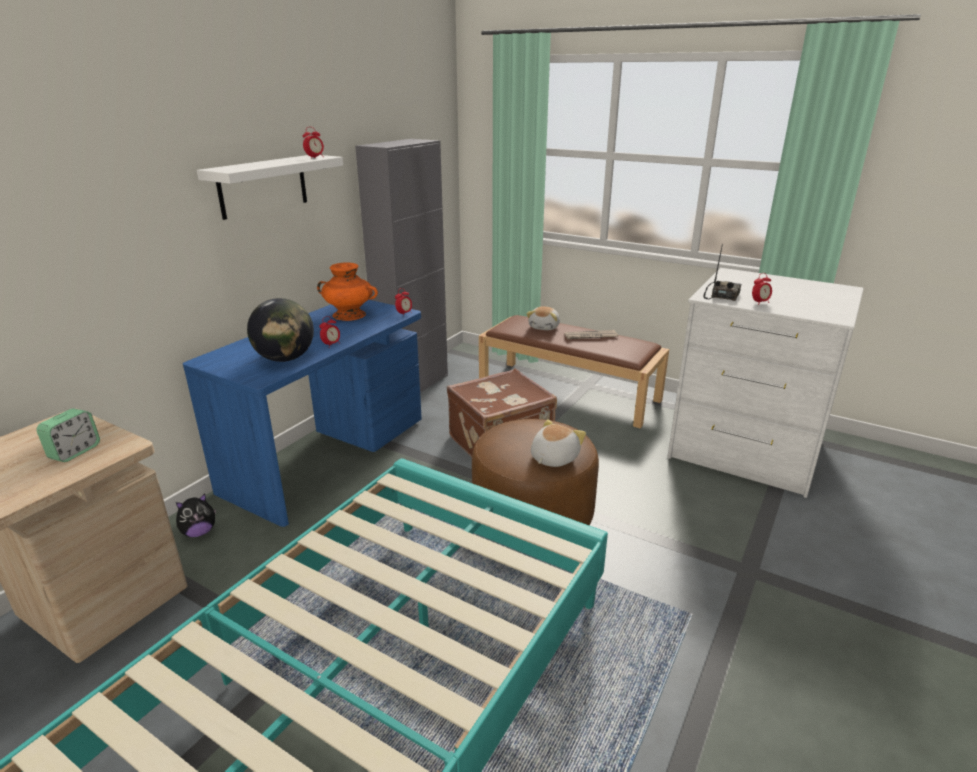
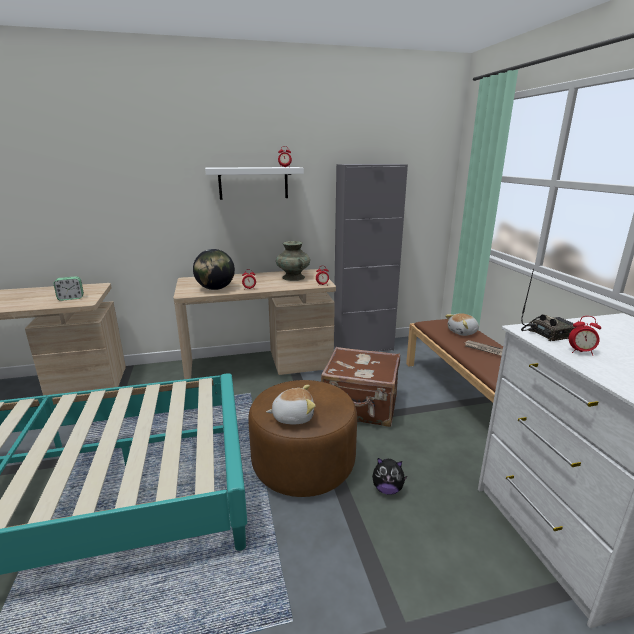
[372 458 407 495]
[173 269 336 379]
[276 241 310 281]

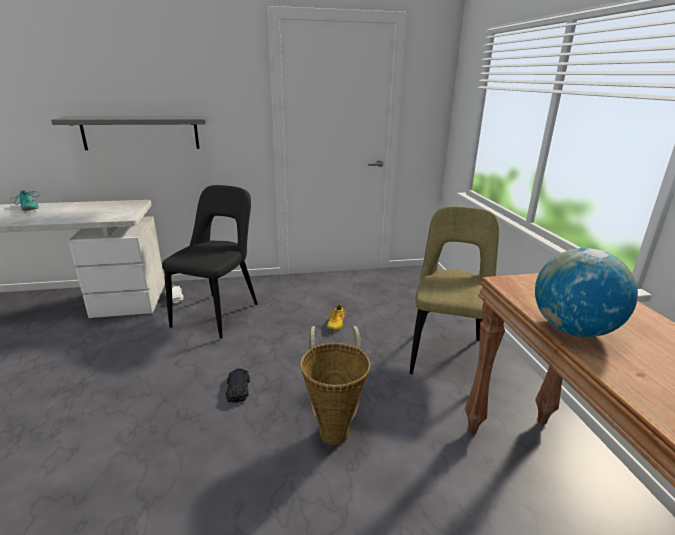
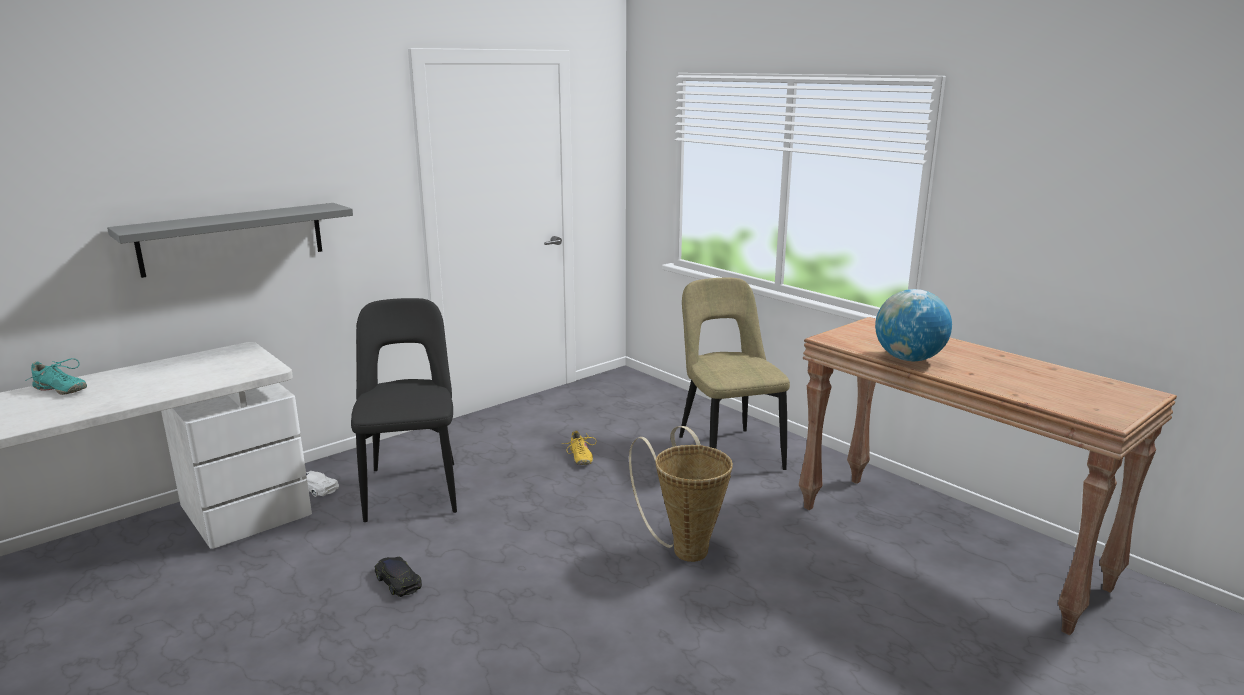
[375 557 422 597]

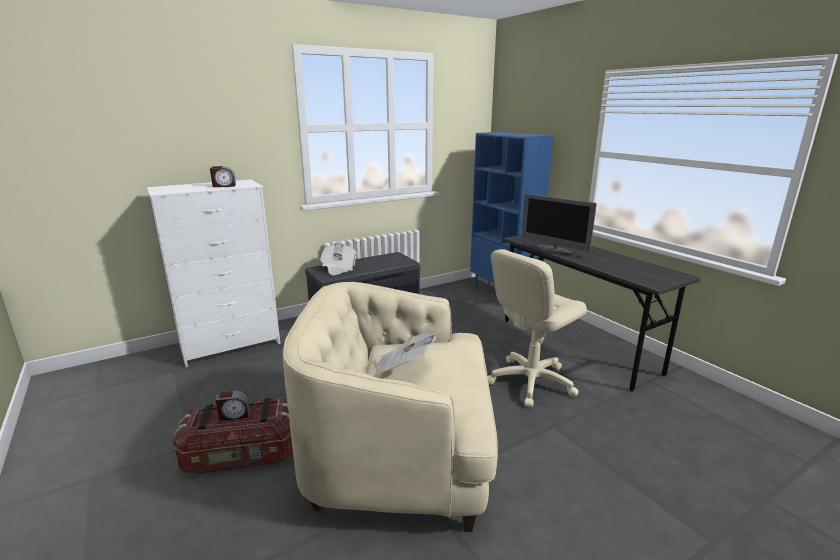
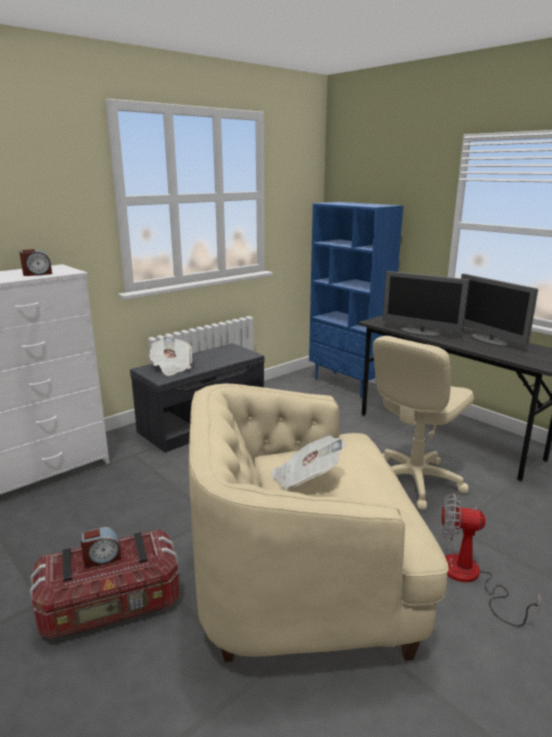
[442 493 541 627]
[461 274 538 347]

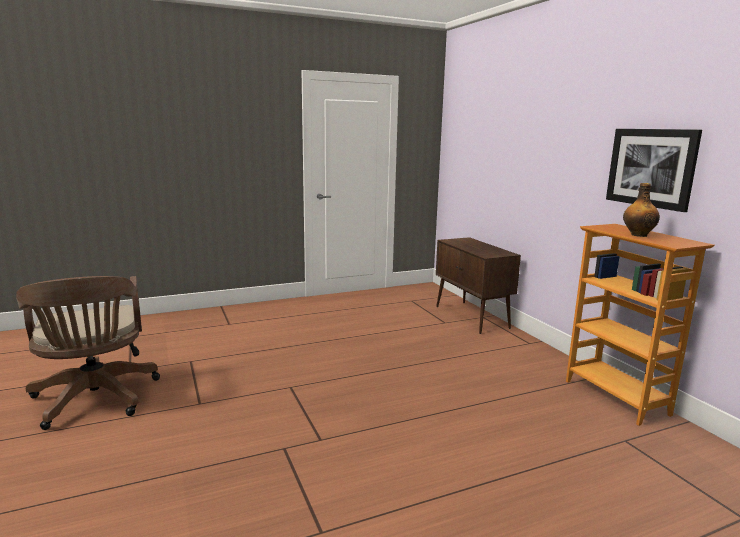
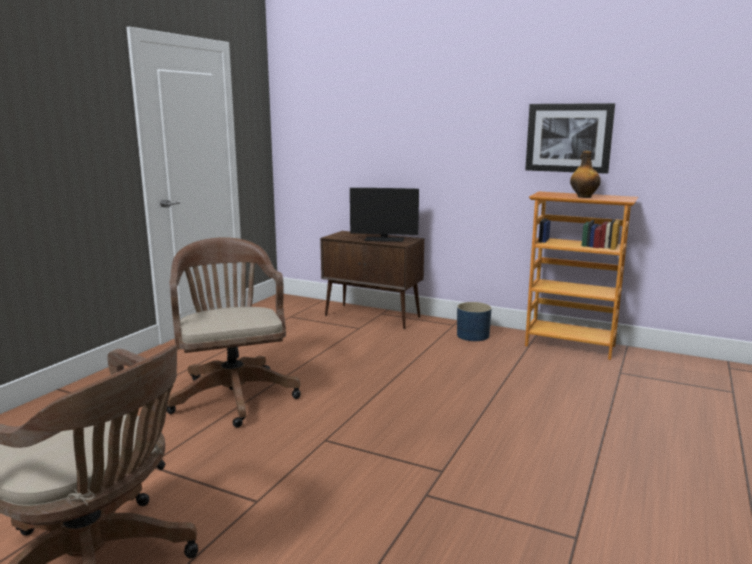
[167 237 301 428]
[350 188 419 242]
[457 302 492 341]

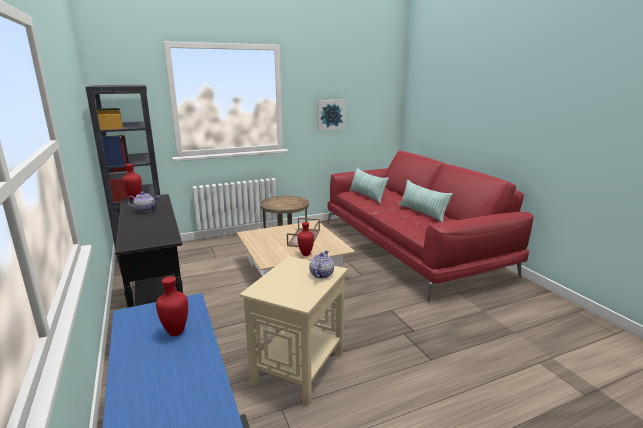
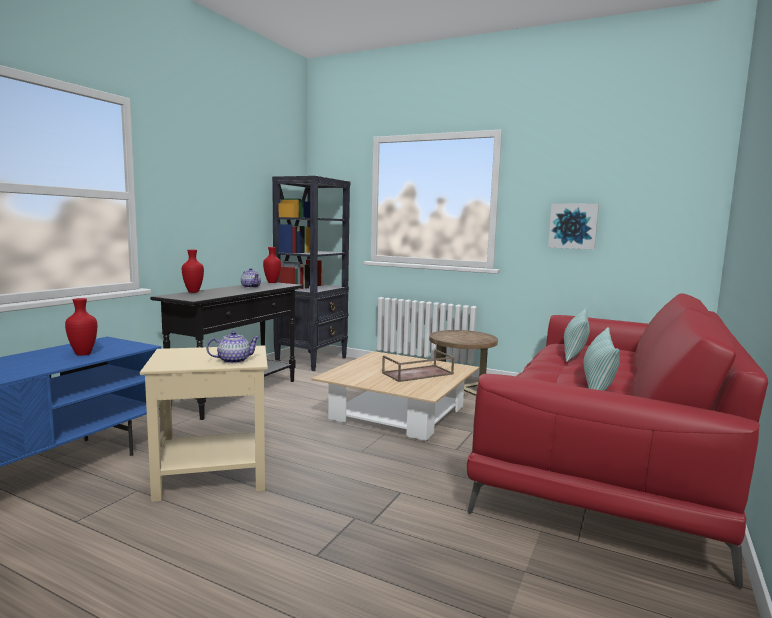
[182 250 204 293]

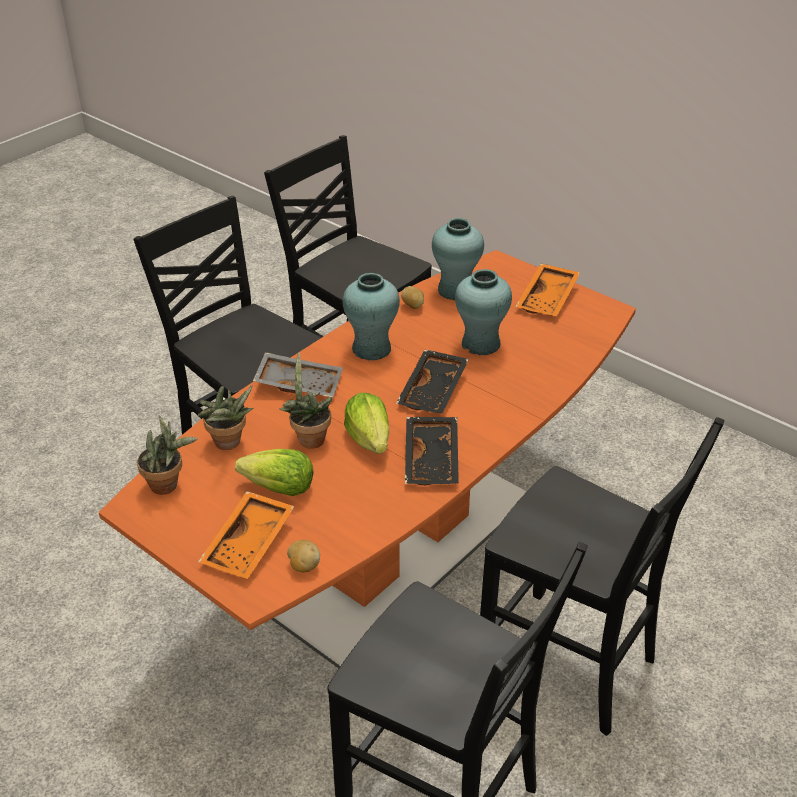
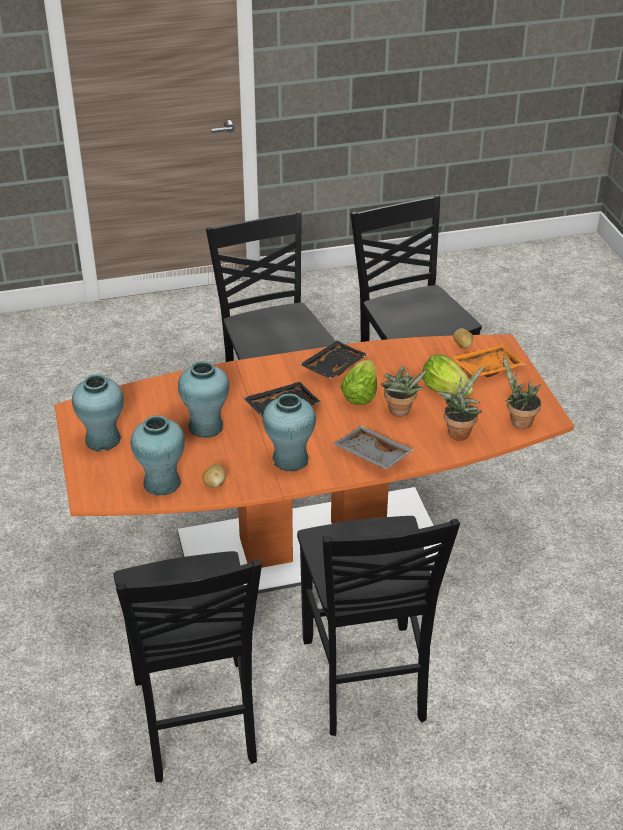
[72 374 124 452]

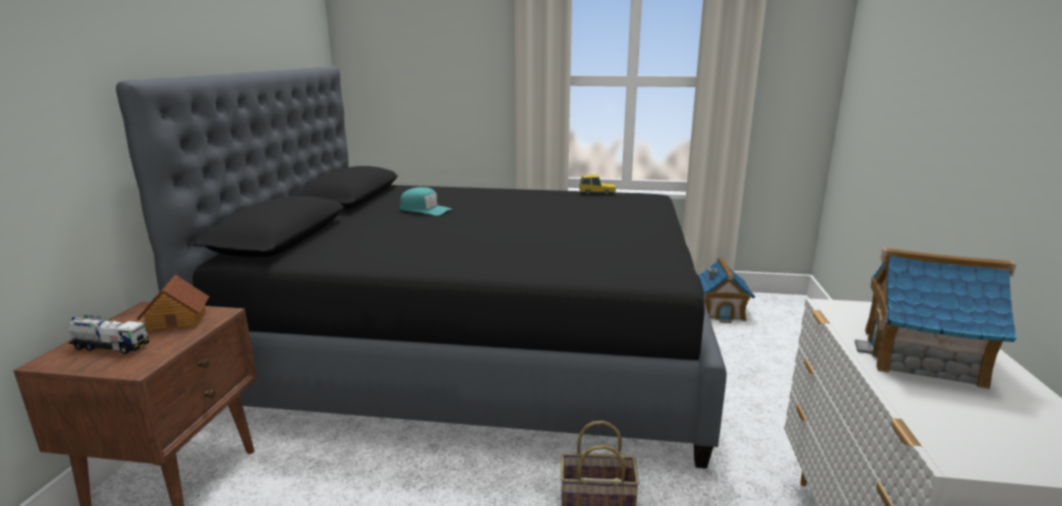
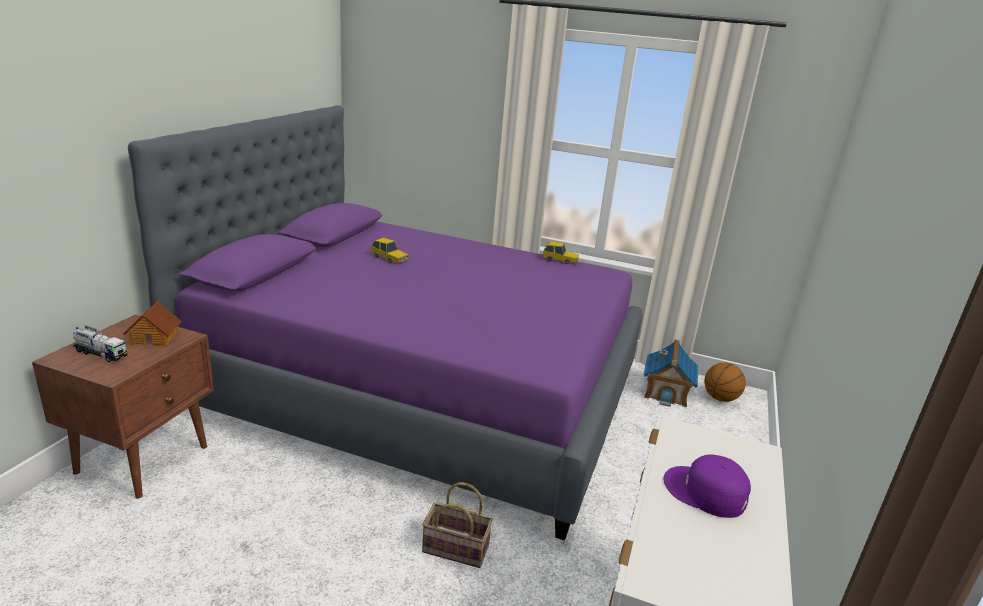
[704 363 746 402]
[371 238 409 263]
[664 455 751 518]
[128 105 642 541]

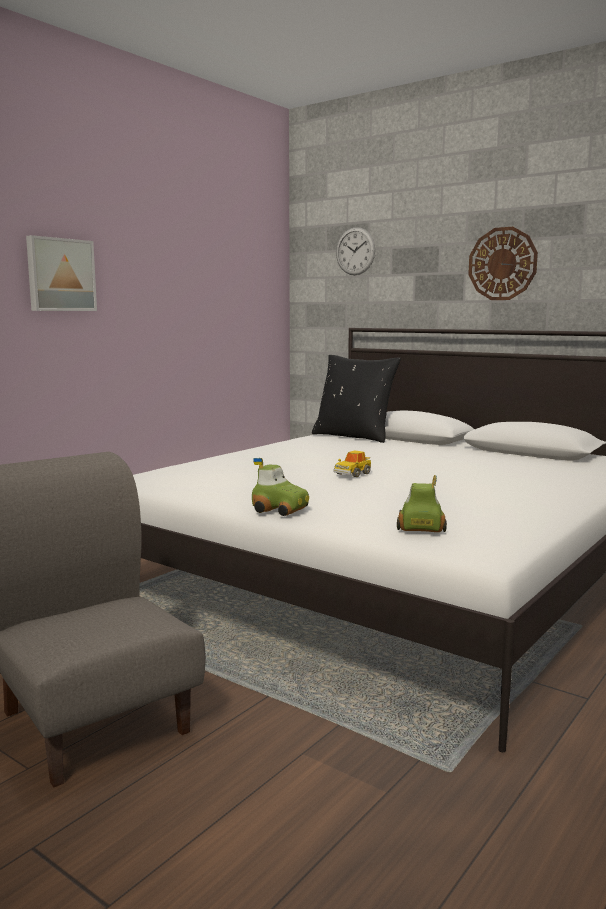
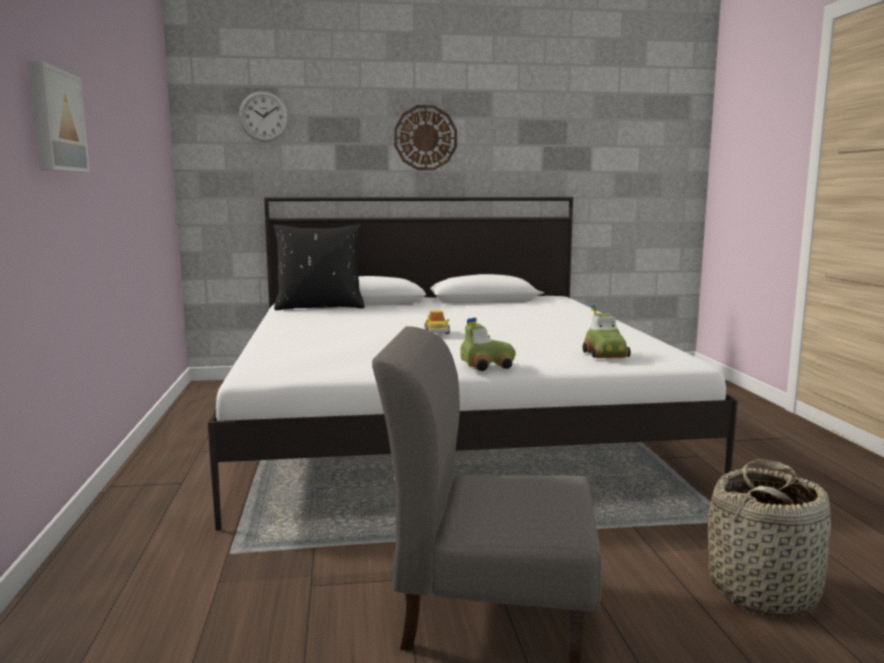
[708 459 831 617]
[583 305 631 358]

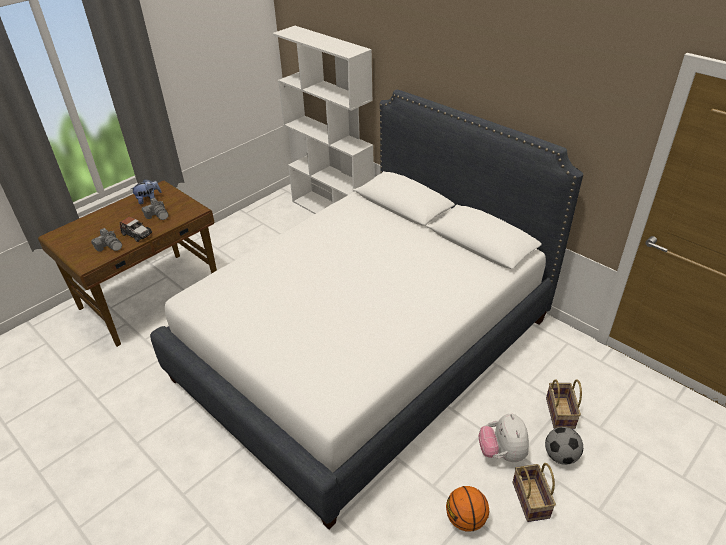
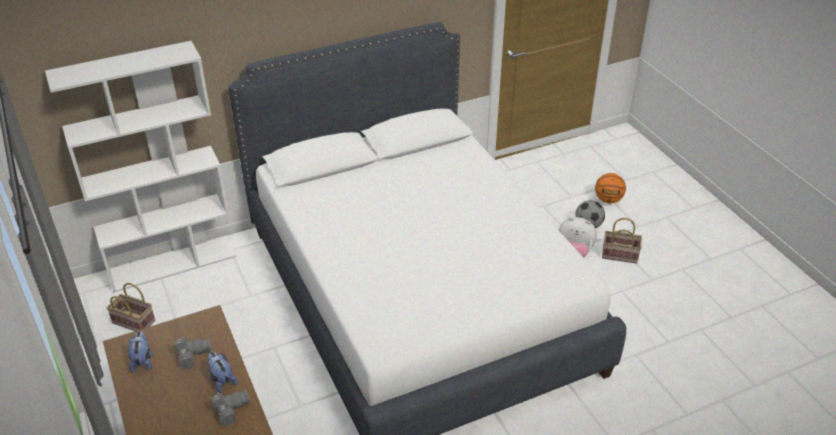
[595 173 626 203]
[107 283 155 331]
[207 352 238 393]

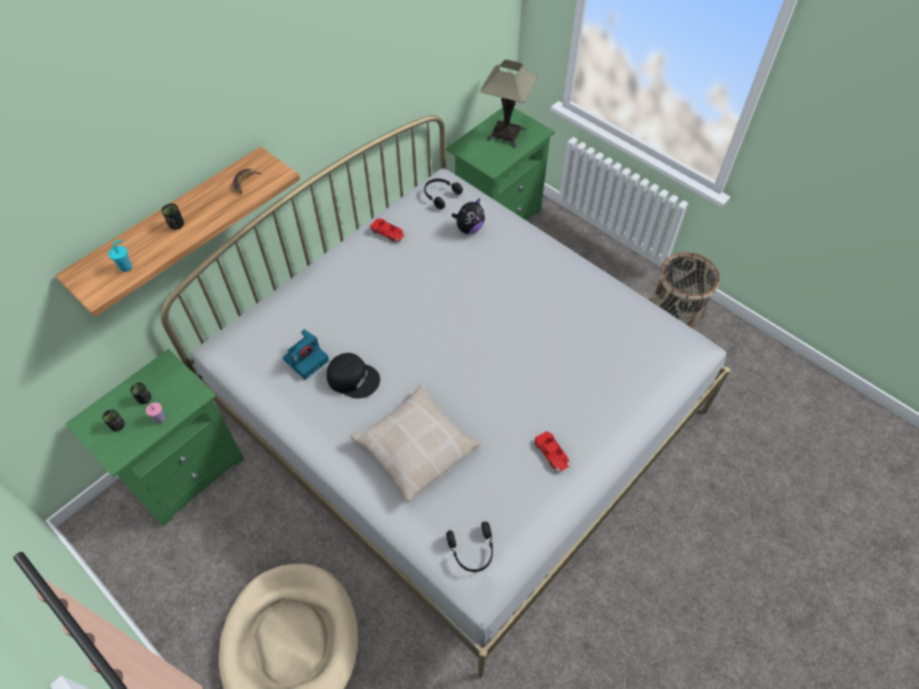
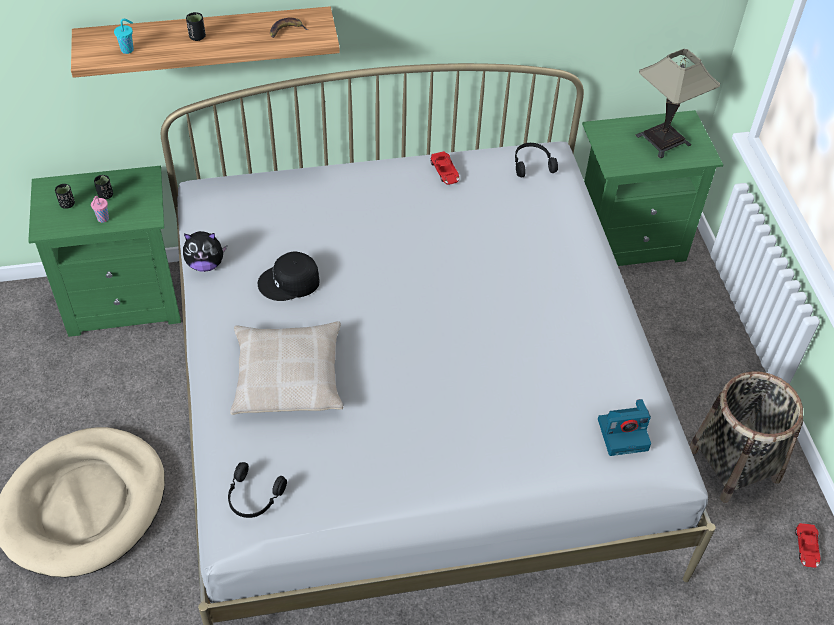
[598 399 651 456]
[183 231 227 272]
[795 523 820 568]
[258 251 320 301]

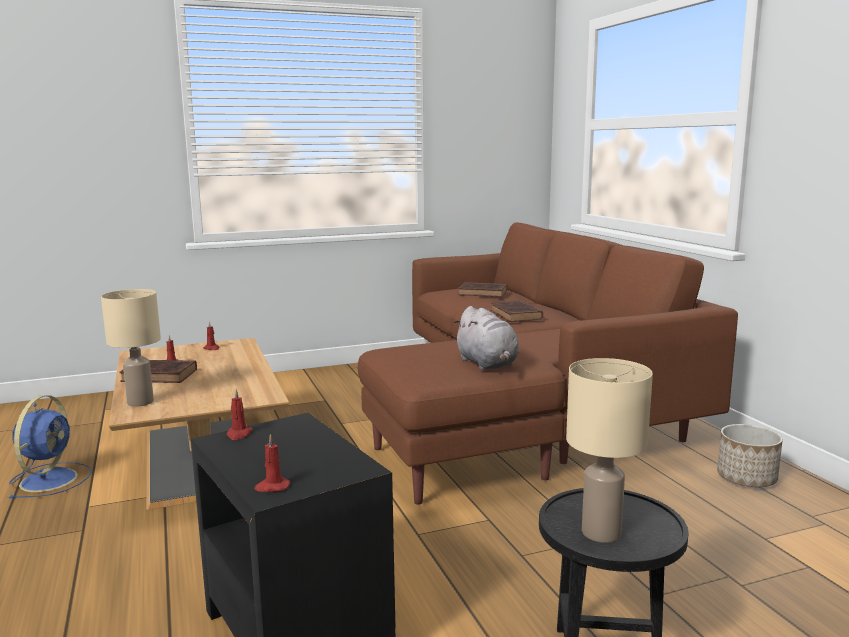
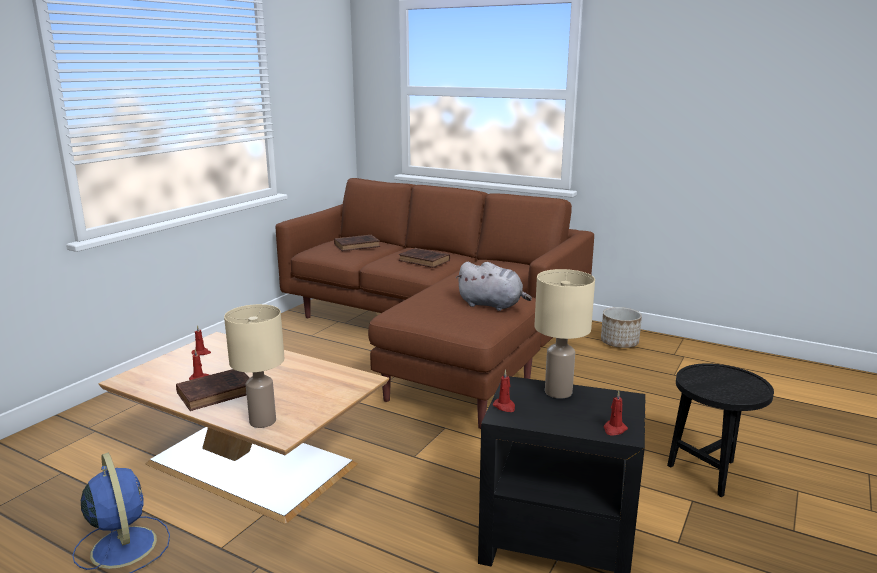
[534 269 595 399]

